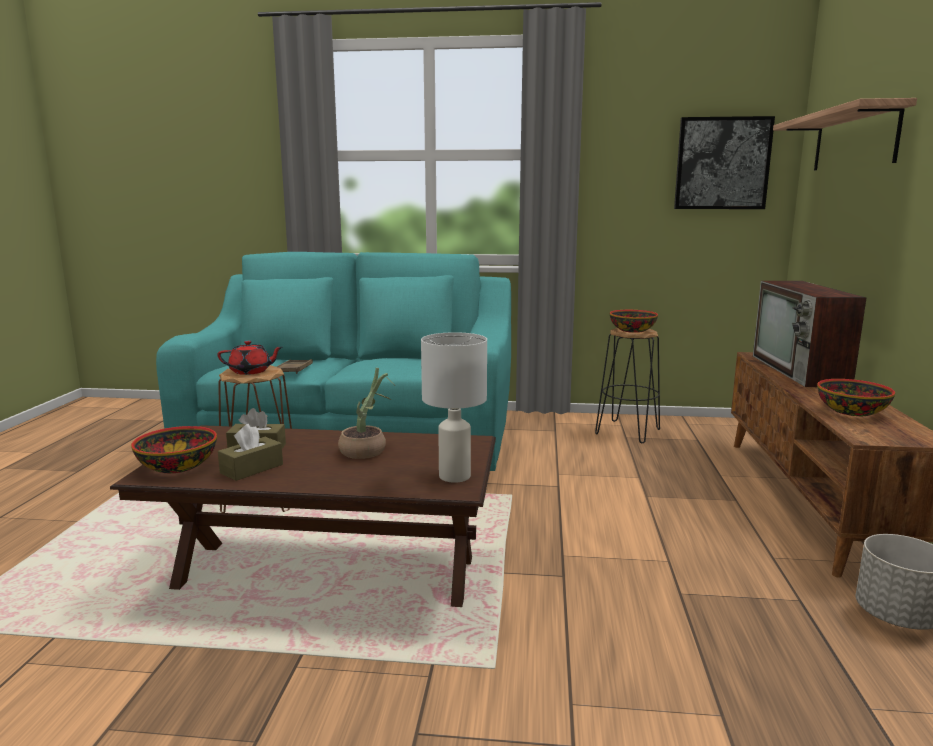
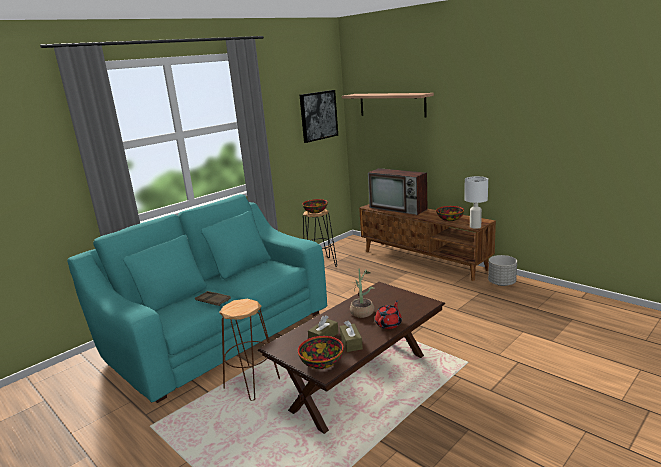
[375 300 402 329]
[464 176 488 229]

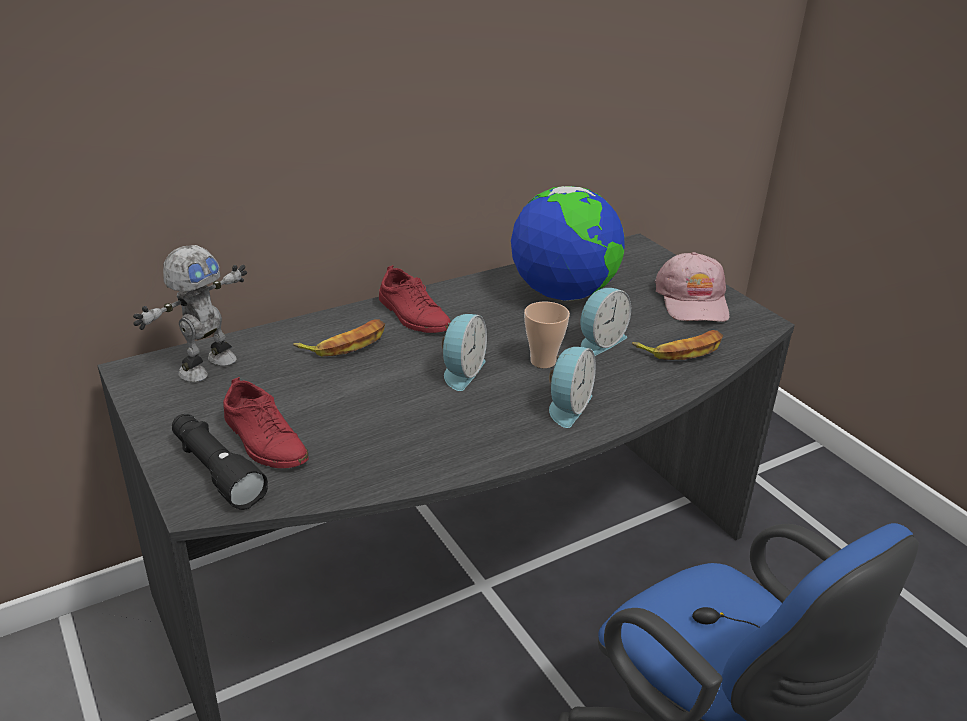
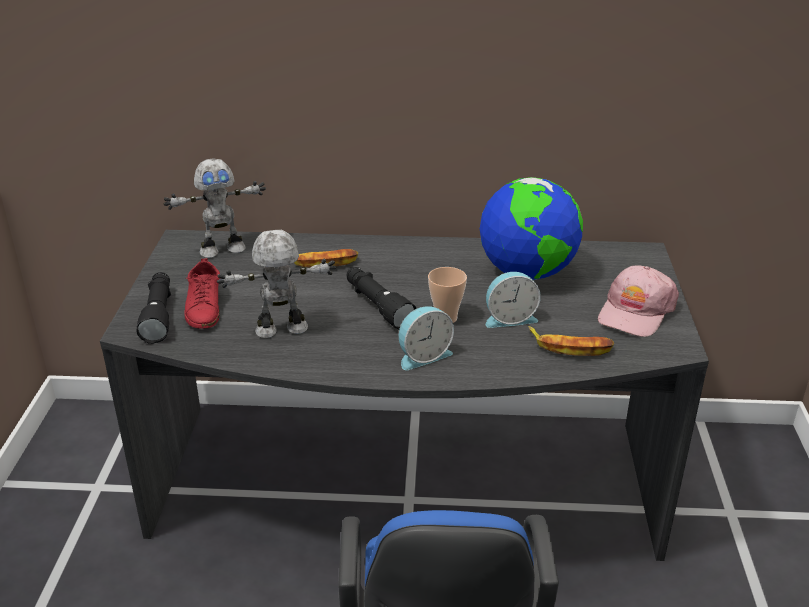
[379 265 451 333] (first image)
[217 230 336 338]
[347 267 416 330]

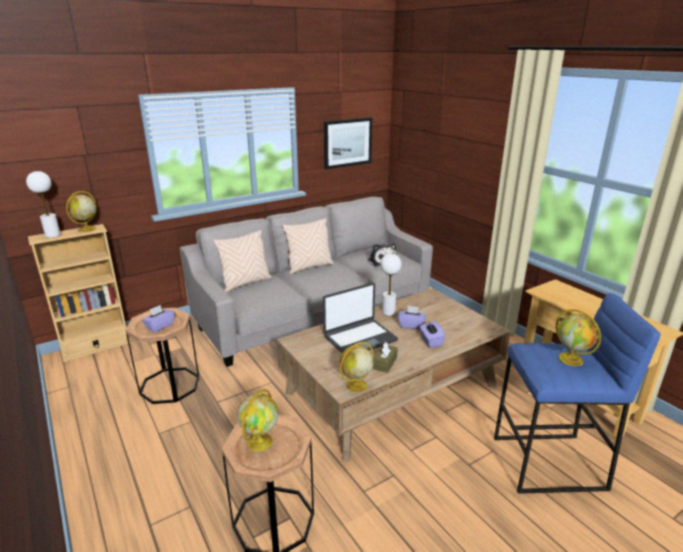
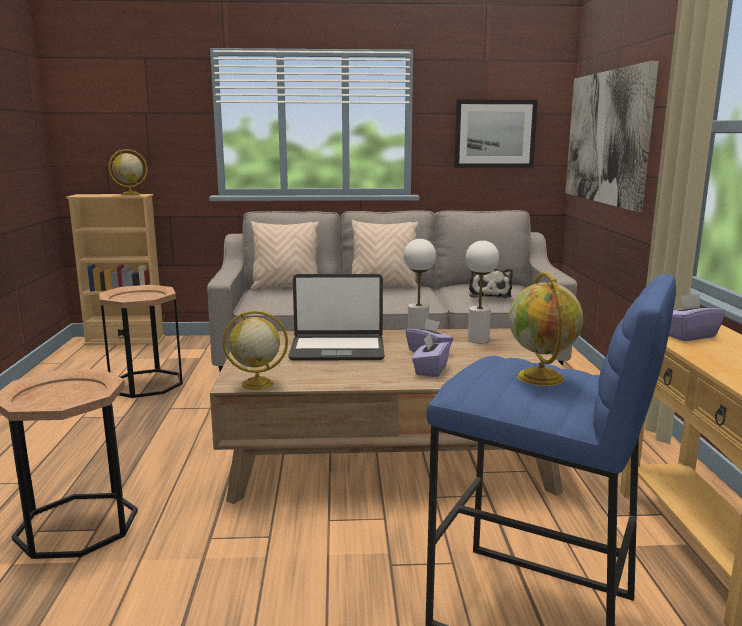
[237 389 278 452] (first image)
[373 342 398 373] (first image)
[565 61 659 212]
[466 240 499 343]
[669 294 725 341]

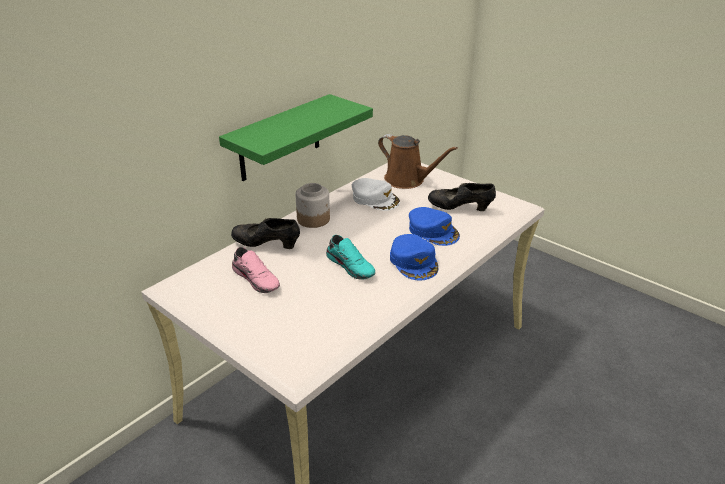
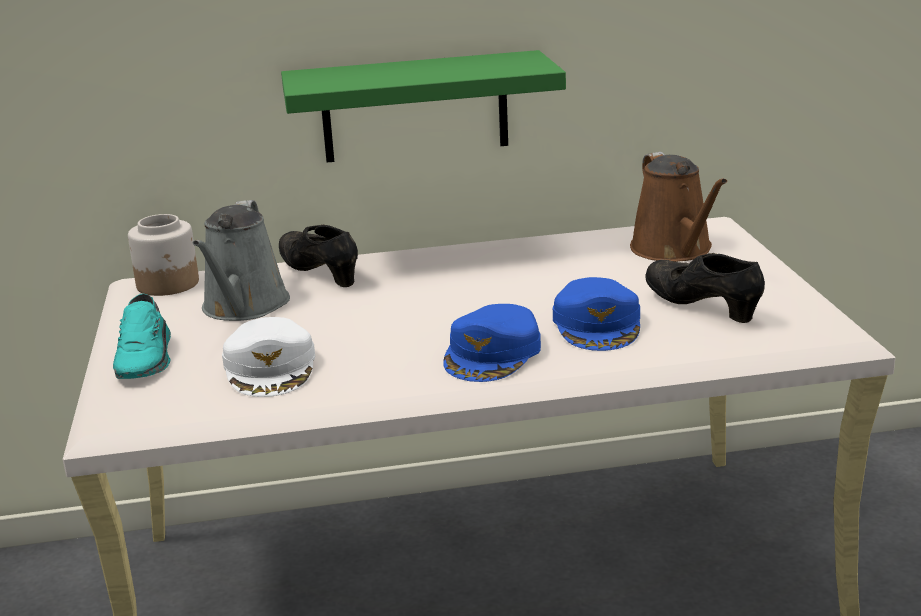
[128 214 199 296]
[113 294 171 379]
[222 317 315 397]
[193 200 290 321]

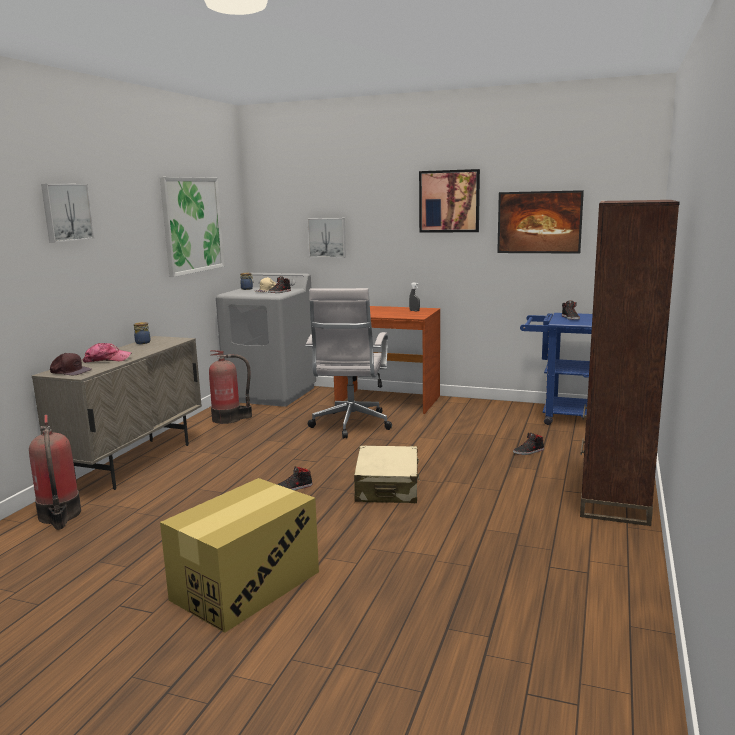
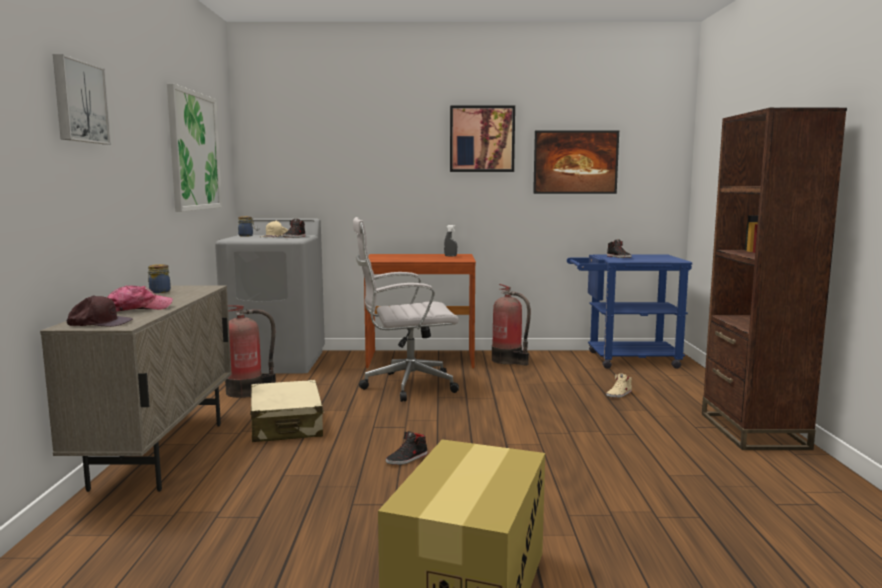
[307 218 346 258] (first image)
[492 284 531 365]
[250 380 324 442]
[606 373 632 398]
[353 217 459 402]

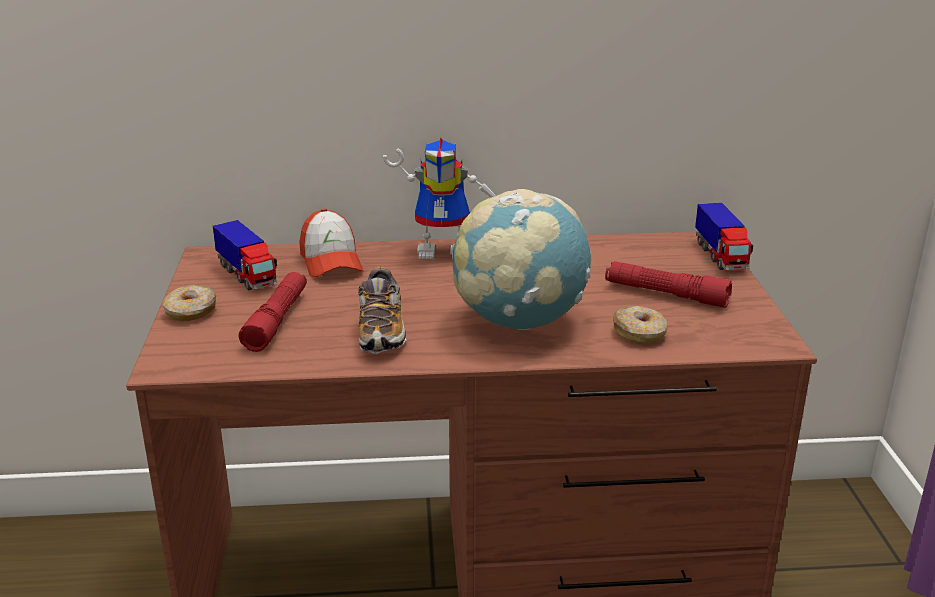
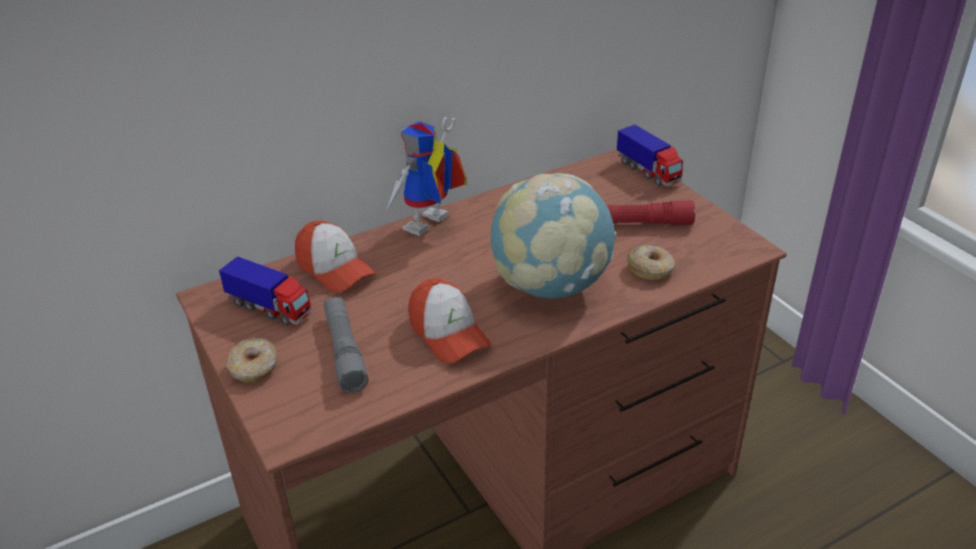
[408 278 491 363]
[324 297 368 393]
[384 117 467 236]

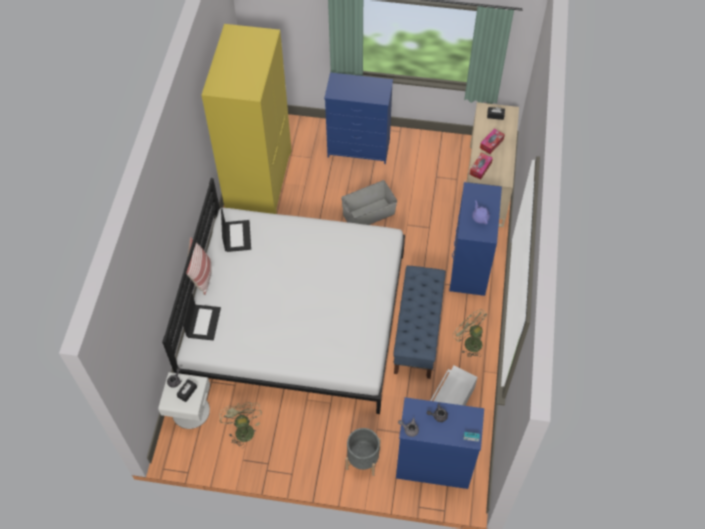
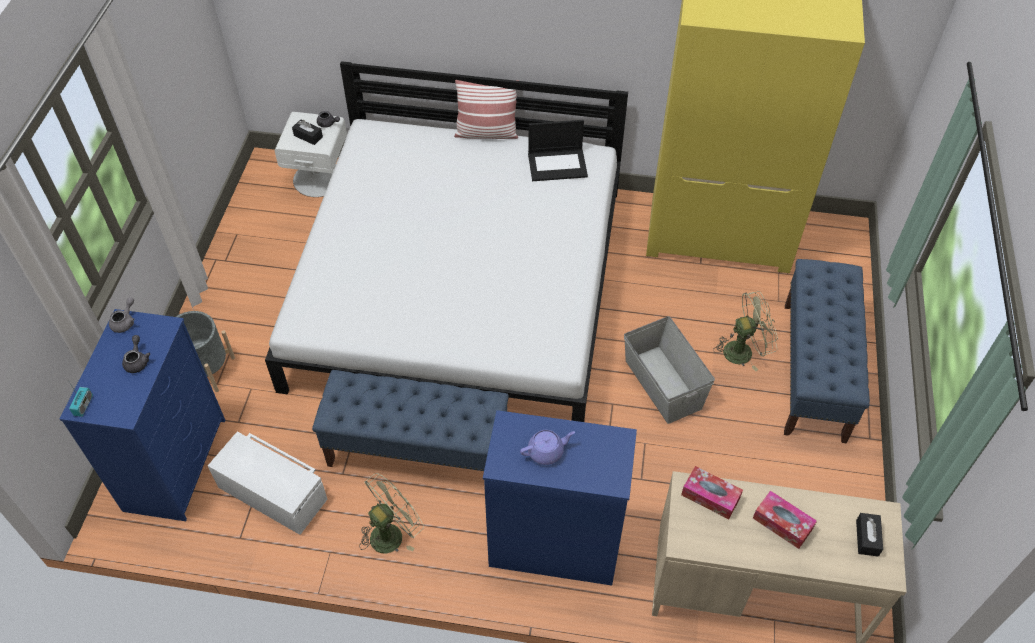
[183 292 221 340] (first image)
[713 291 778 371]
[784 259 870 443]

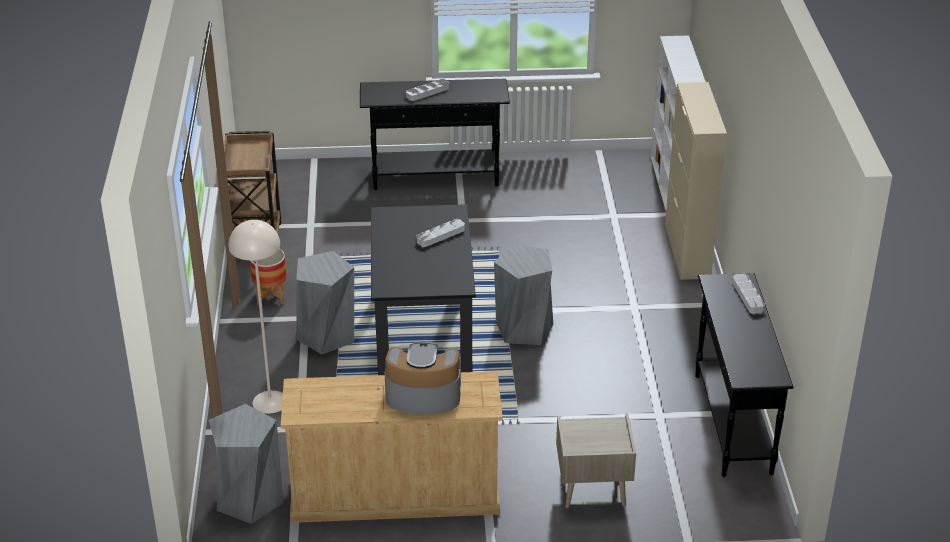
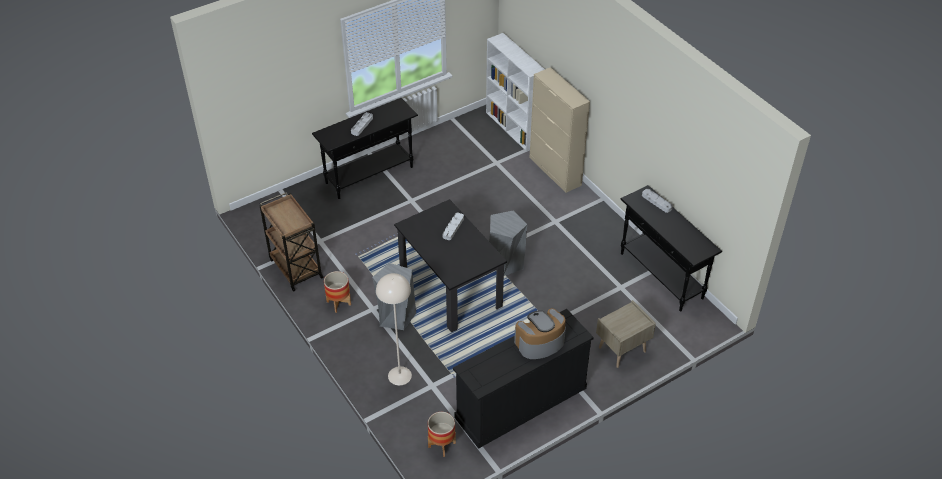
[428 412 456 457]
[453 309 594 449]

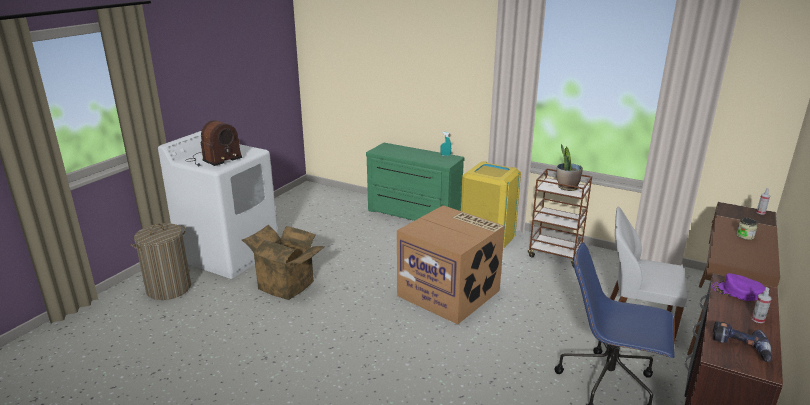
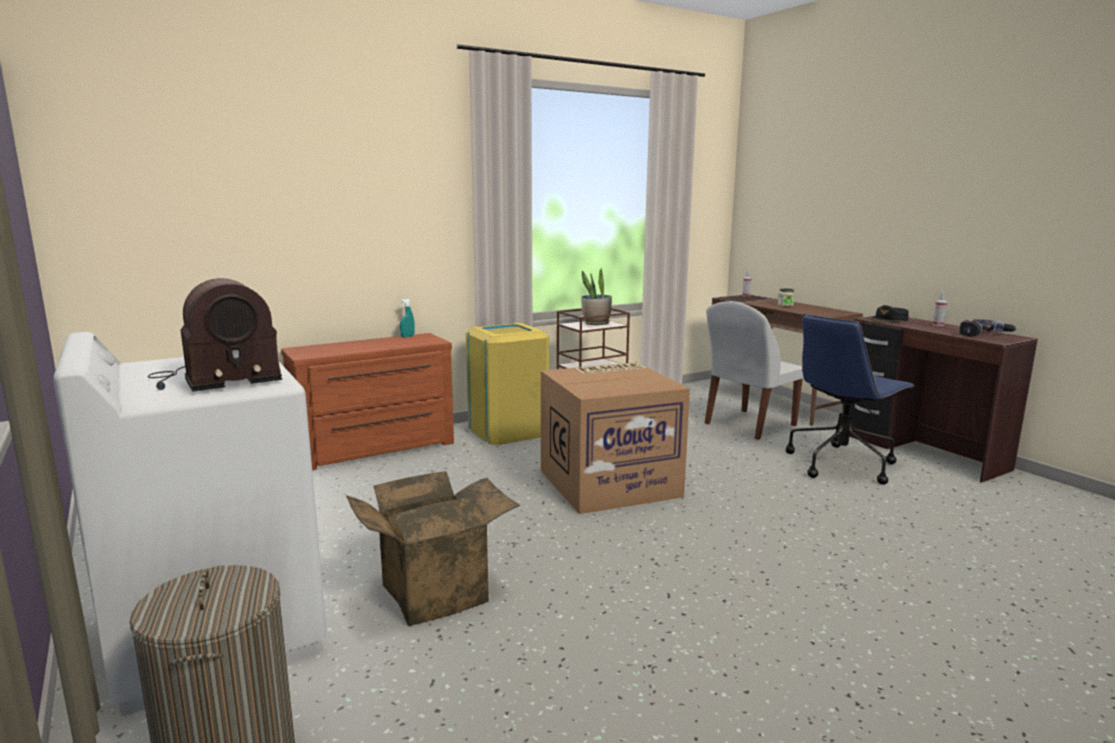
[281 333 454 471]
[871 305 909 323]
[147 278 282 392]

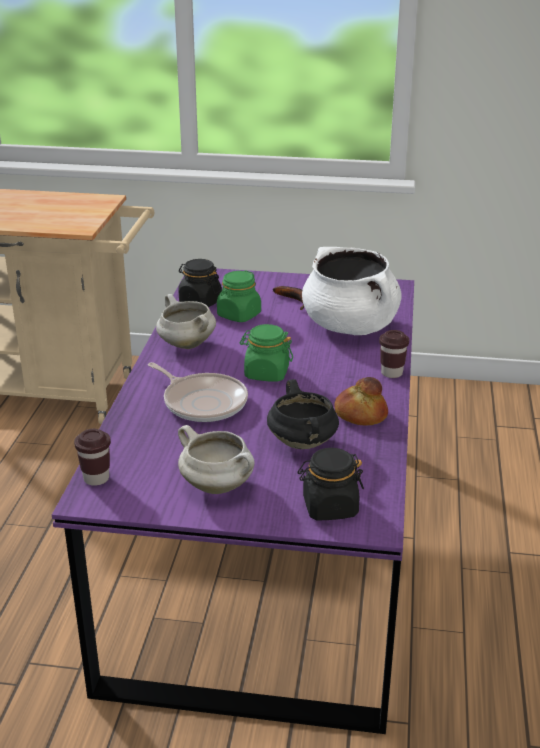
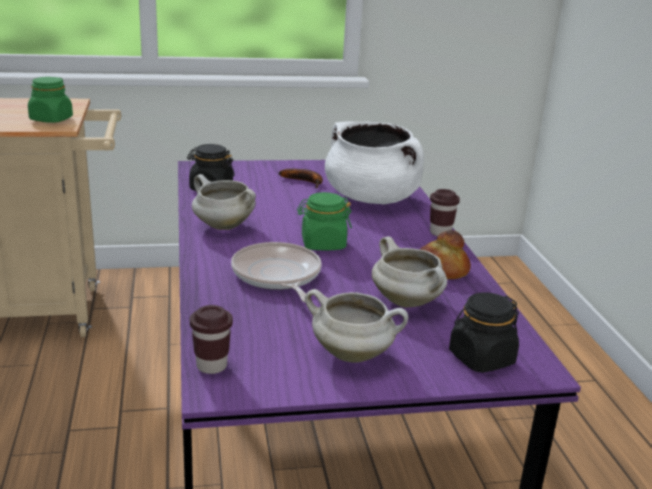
[28 77 73 123]
[372 236 447 307]
[231 242 322 302]

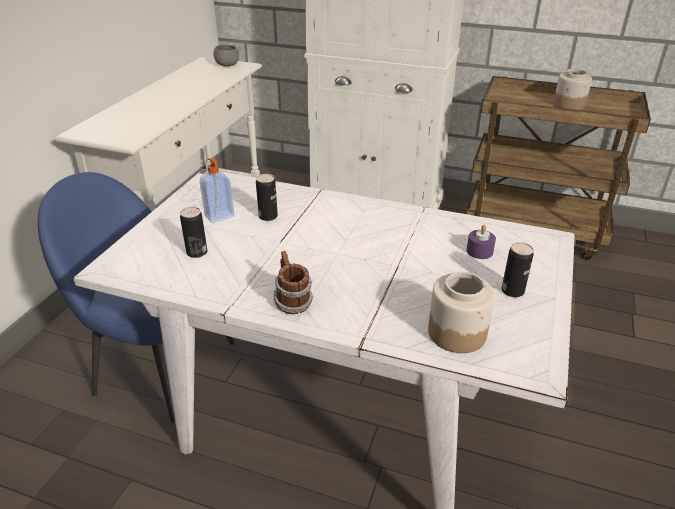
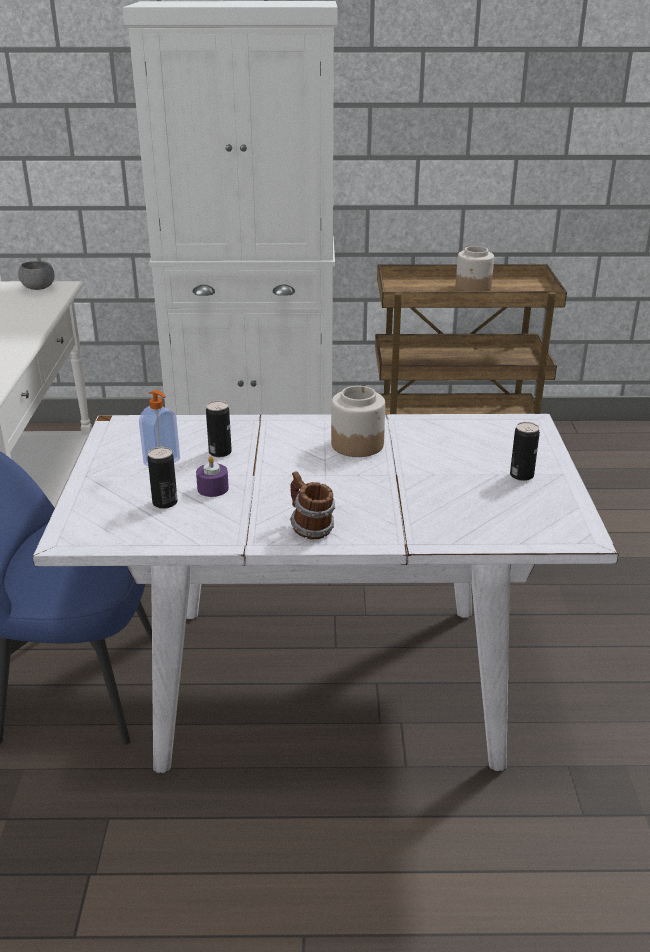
[331 386 385 457]
[196 456 229 497]

